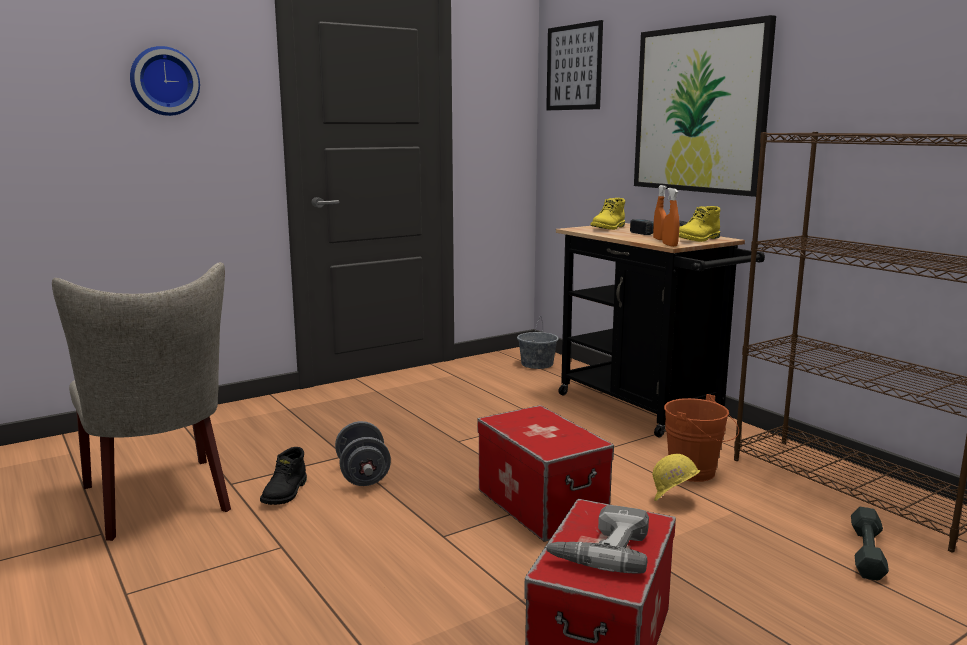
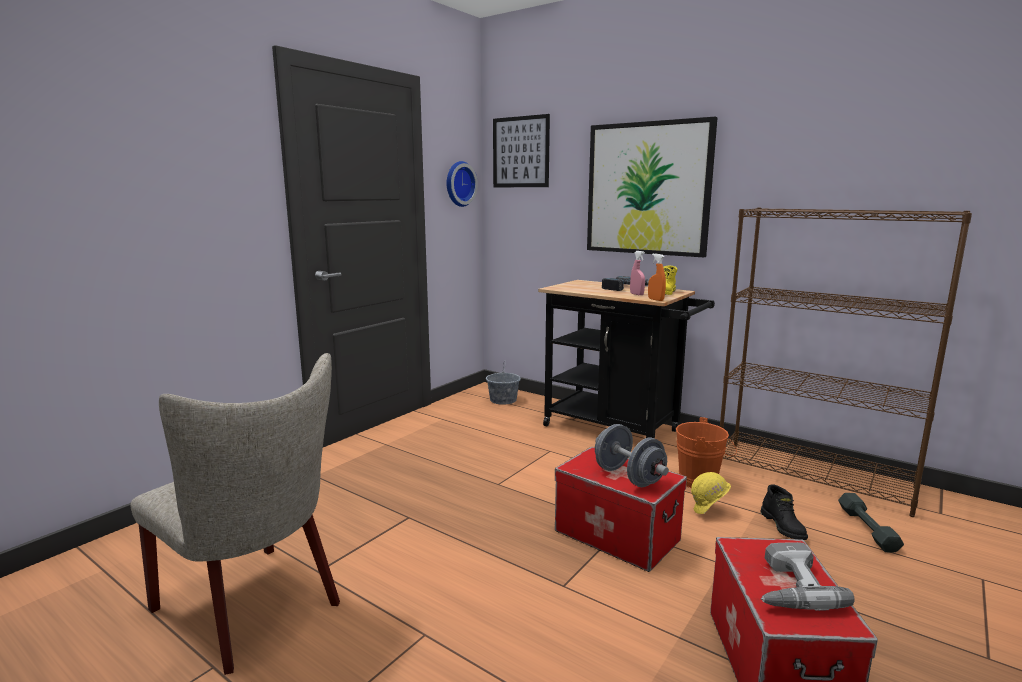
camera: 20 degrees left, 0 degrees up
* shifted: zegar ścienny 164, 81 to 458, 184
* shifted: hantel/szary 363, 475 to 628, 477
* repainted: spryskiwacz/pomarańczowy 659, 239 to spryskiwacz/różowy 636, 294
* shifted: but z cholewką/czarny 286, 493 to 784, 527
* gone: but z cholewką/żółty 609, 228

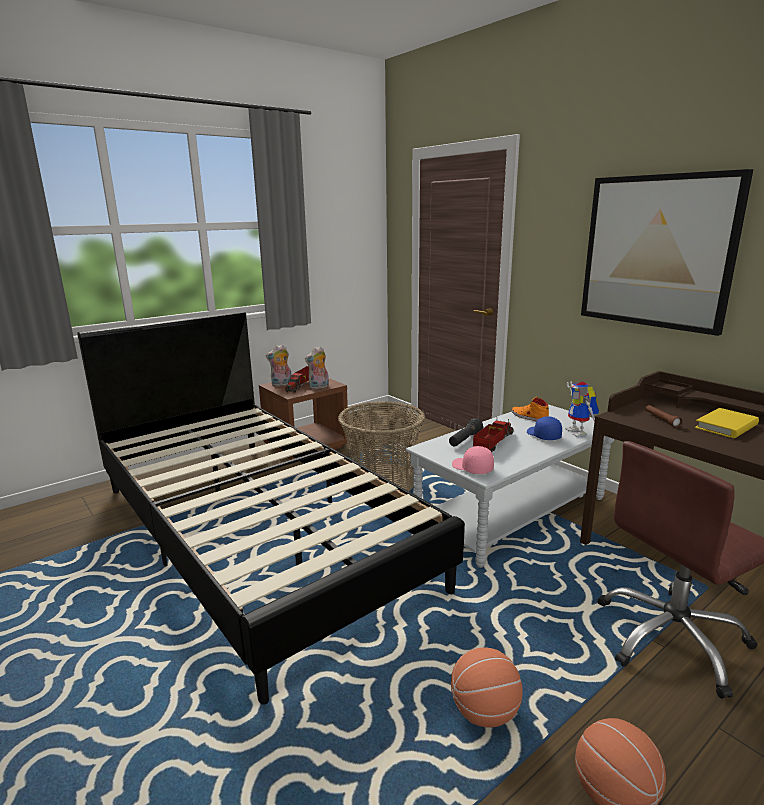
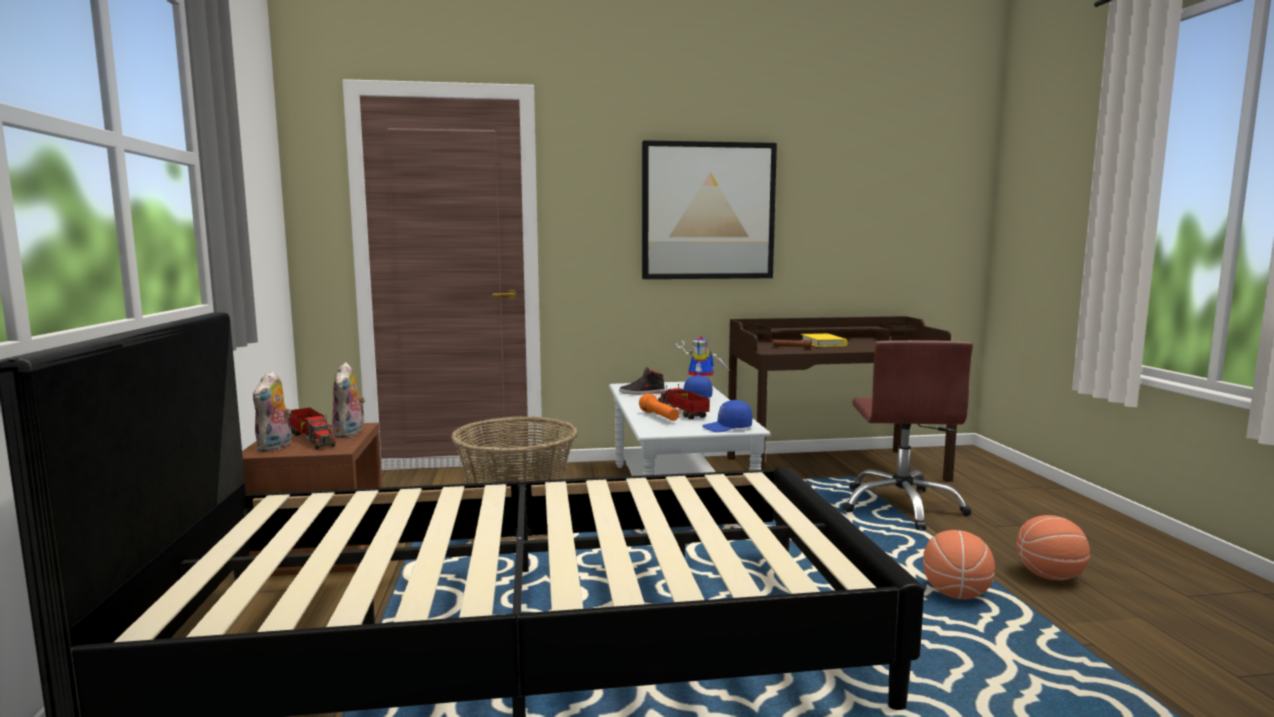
camera: 60 degrees left, 10 degrees down
* repainted: but/pomarańczowy 529, 417 to but/czarny 642, 393
* repainted: latarka/czarny 465, 440 to latarka/pomarańczowy 659, 417
* repainted: czapka z daszkiem/różowy 472, 468 to czapka z daszkiem/niebieski 727, 428

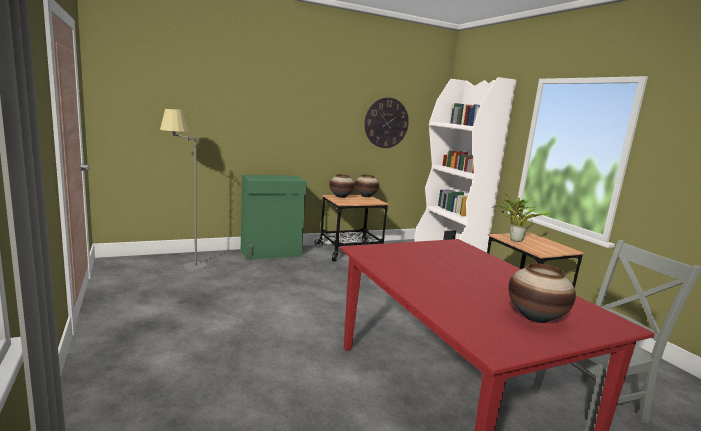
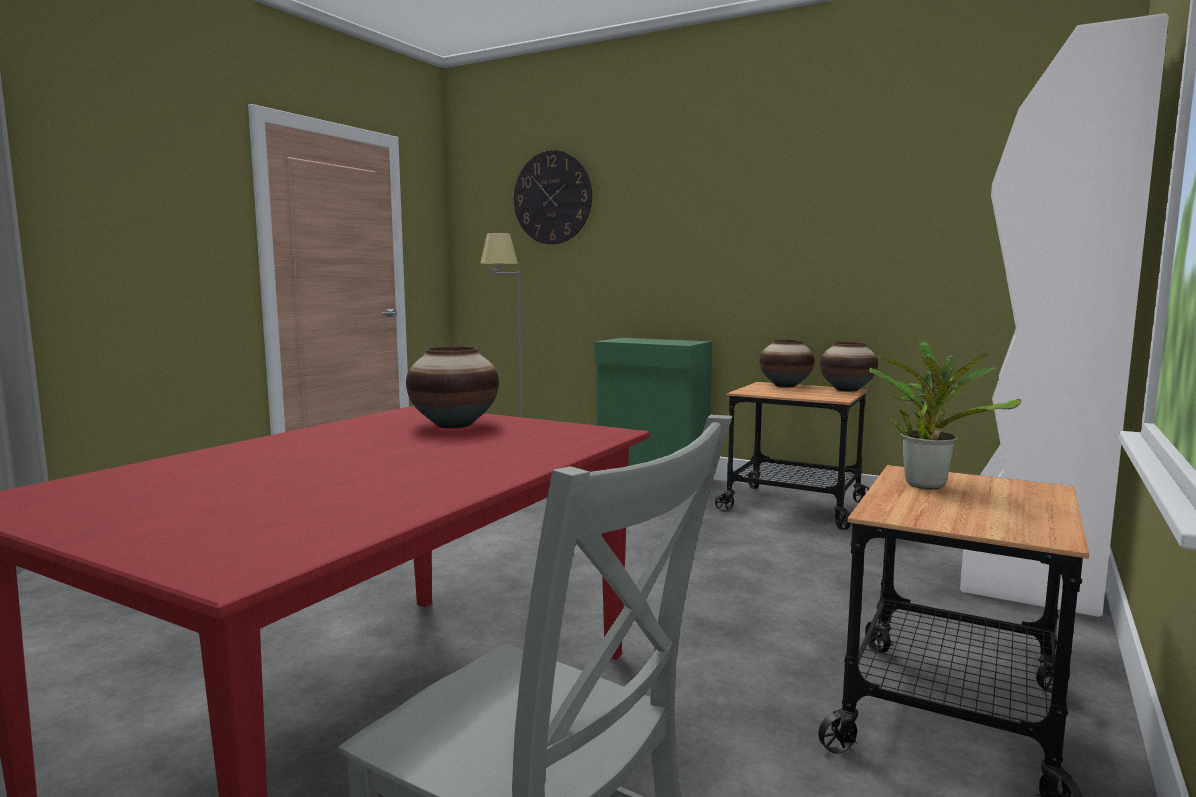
camera: 55 degrees right, 5 degrees down
* shifted: wazon 535, 317 to 454, 425
* shifted: zegar ścienny 386, 123 to 552, 198

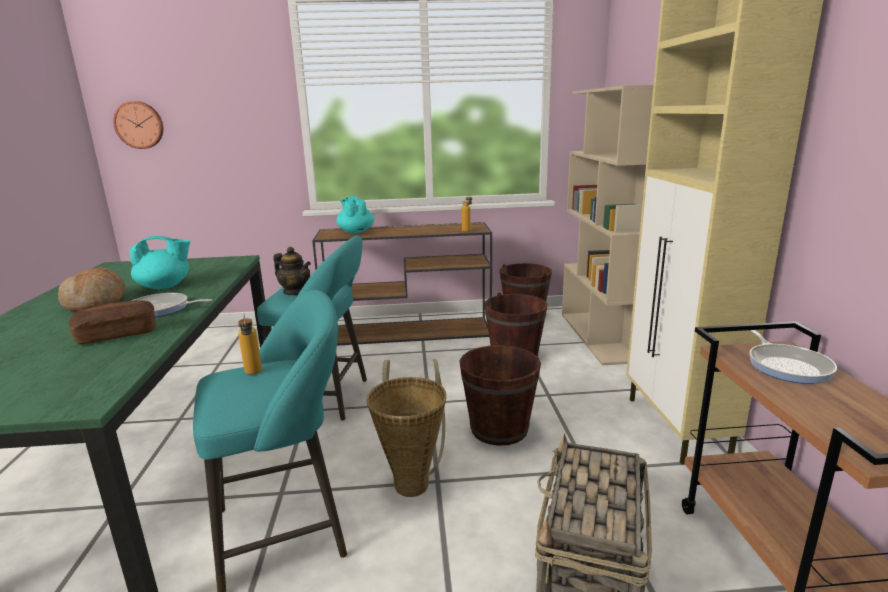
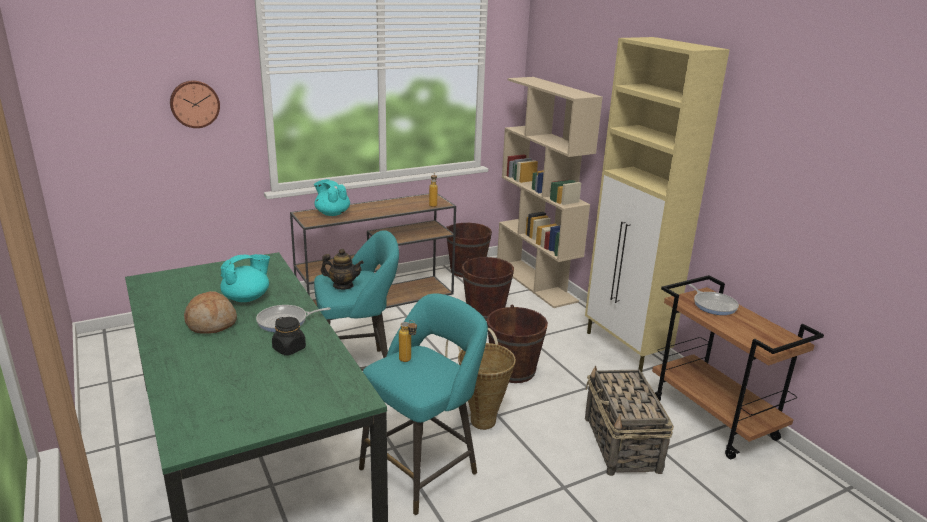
camera: 25 degrees left, 5 degrees up
* shifted: zegar ścienny 139, 125 to 194, 104
* swapped: chleb 117, 335 to słoik/czarny 289, 349

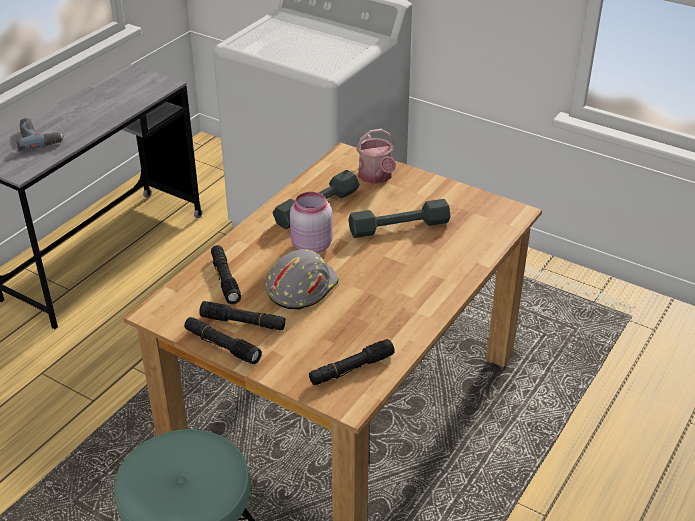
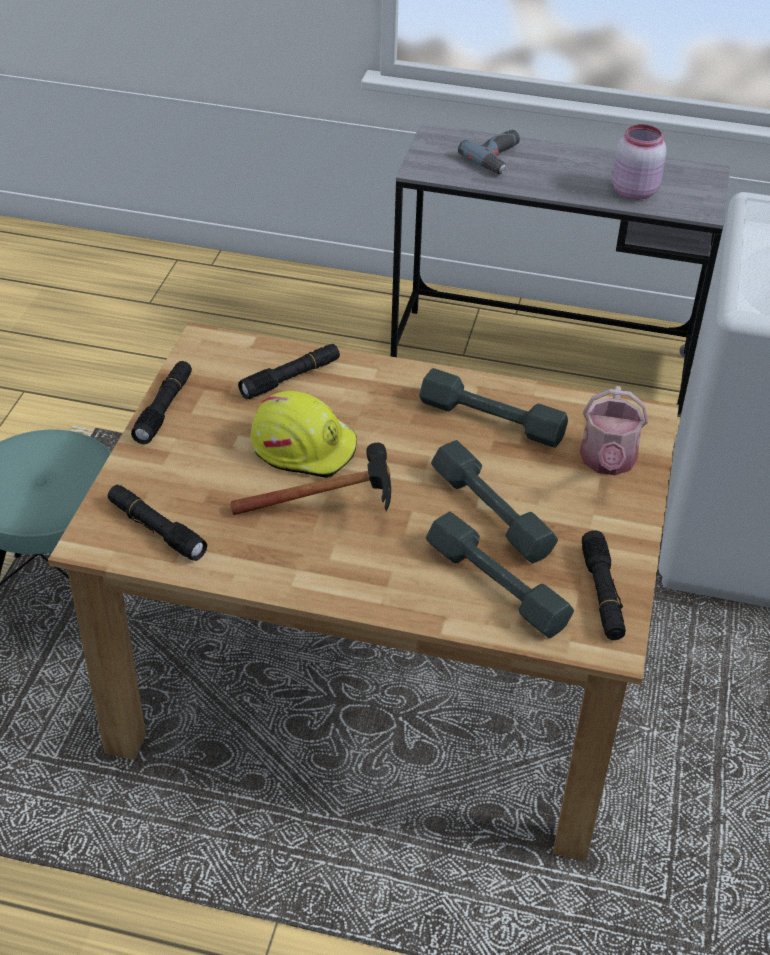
camera: 70 degrees right, 5 degrees up
* new: młotek 334, 507
* repainted: kask/szary 300, 287 to kask/żółty 304, 446
* new: hantel/szary 497, 585
* rotated: konewka 376, 177 = 607, 462 45 degrees counterclockwise
* shifted: latarka/czarny 243, 322 to 602, 593
* shifted: słoik/różowy 310, 246 to 633, 191

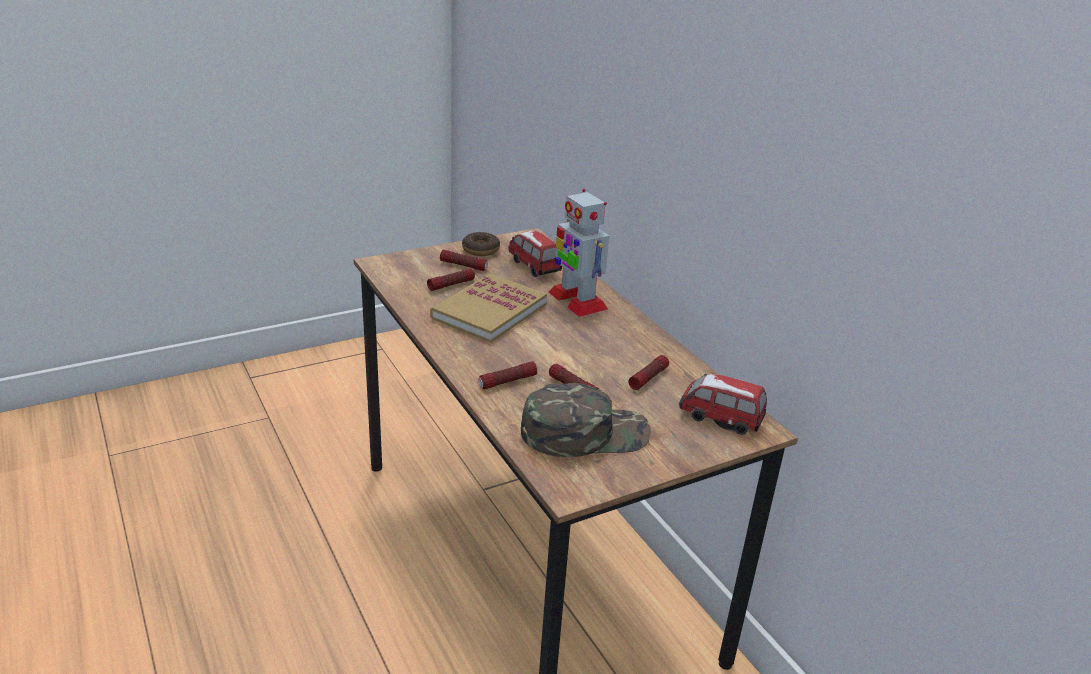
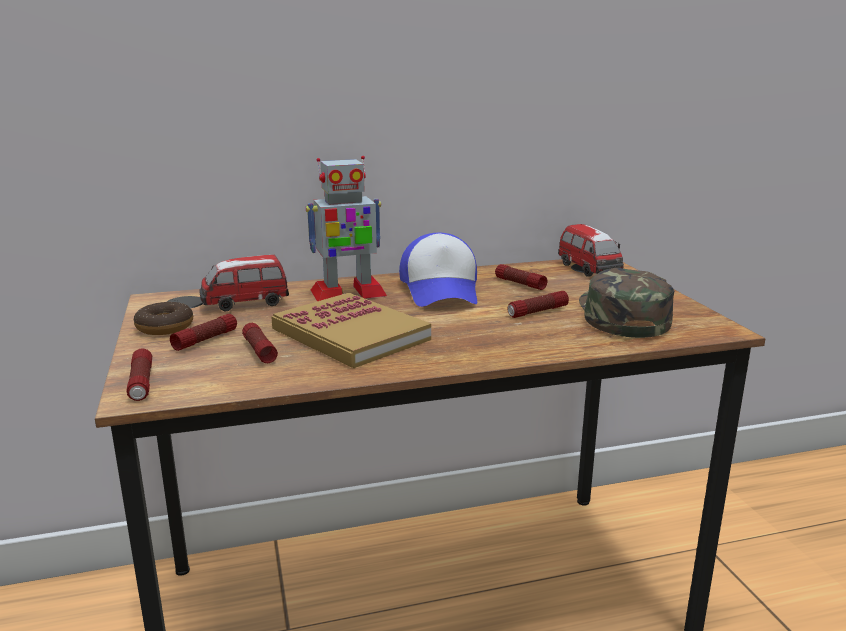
camera: 75 degrees left, 10 degrees down
* shifted: latarka 507, 382 to 141, 383
* new: czapka z daszkiem 441, 289
* rotated: samochodzik 719, 419 = 589, 270 60 degrees counterclockwise

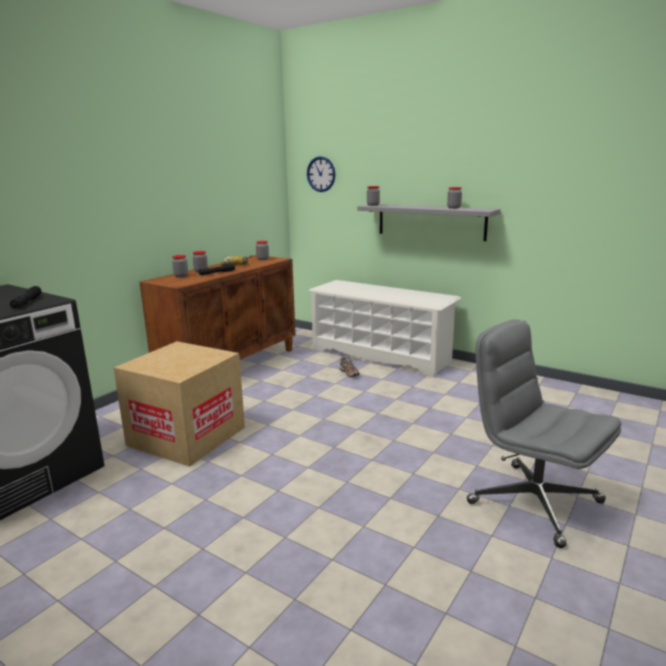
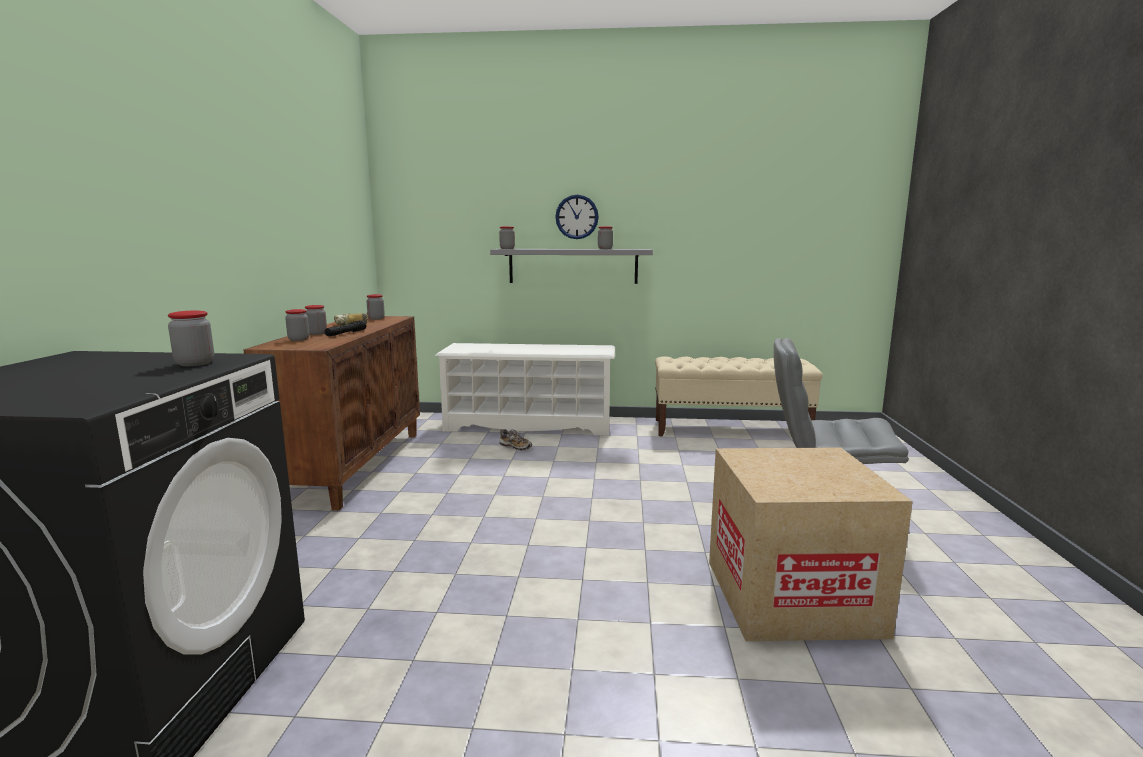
camera: 30 degrees left, 5 degrees down
* swapped: latarka/czarny 27, 303 to słoik 195, 363
* shifted: zegar ścienny 321, 174 to 577, 217
* new: ławka/beżowy 730, 429
* shifted: karton 187, 436 to 791, 597

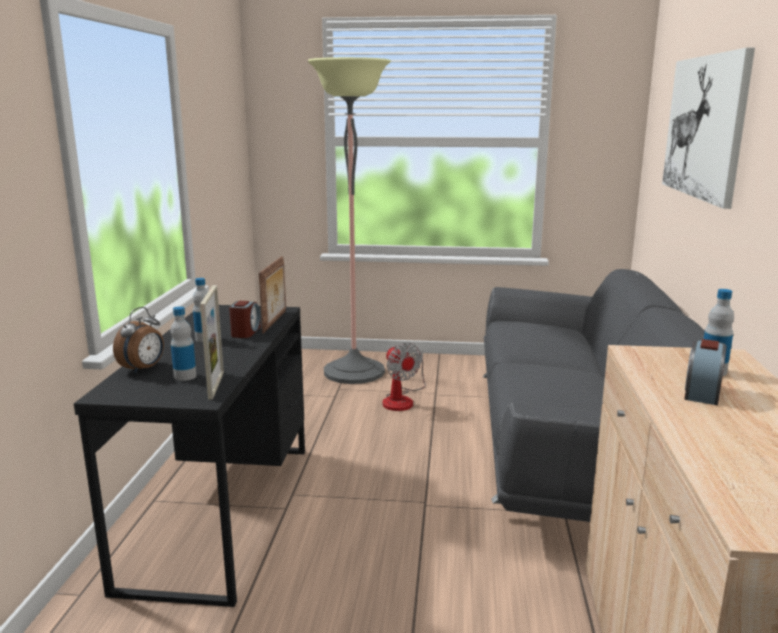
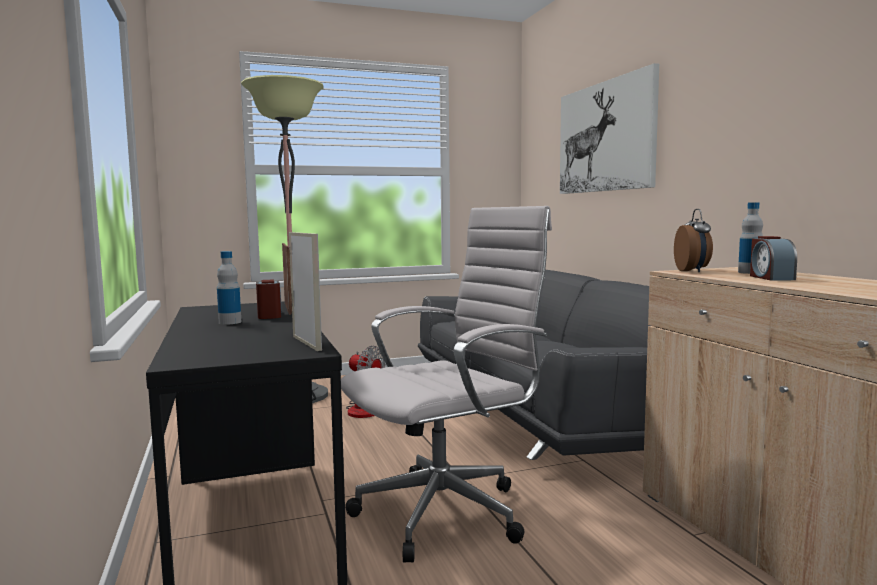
camera: 25 degrees left, 10 degrees down
* new: krzesło biurowe/biały 448, 511
* shifted: budzik 143, 369 to 693, 271
* gone: butelka 185, 376

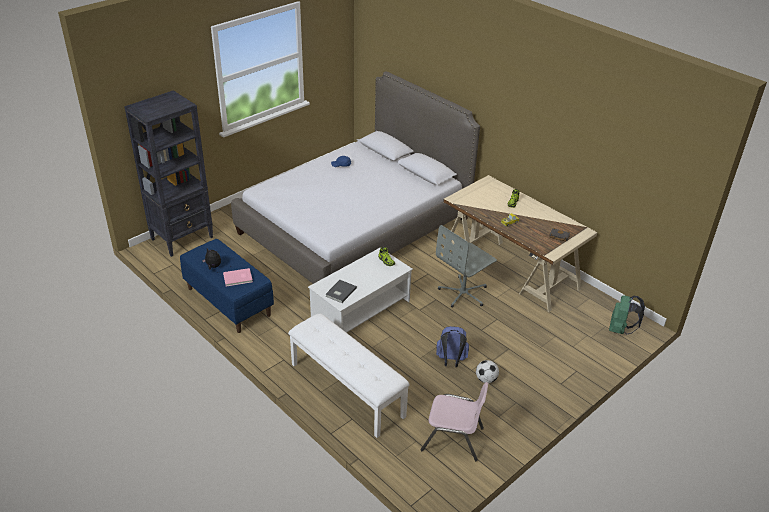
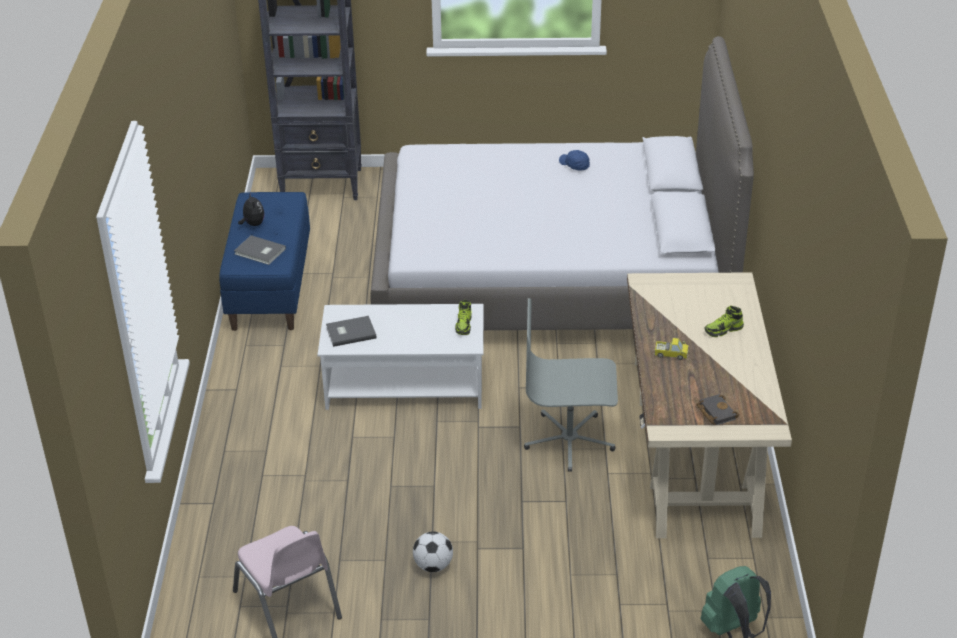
camera: 45 degrees right, 0 degrees up
* repainted: książka/różowy 238, 278 to książka/szary 260, 252
* gone: ławka/biały 346, 390
* gone: plecak/niebieski 451, 361

